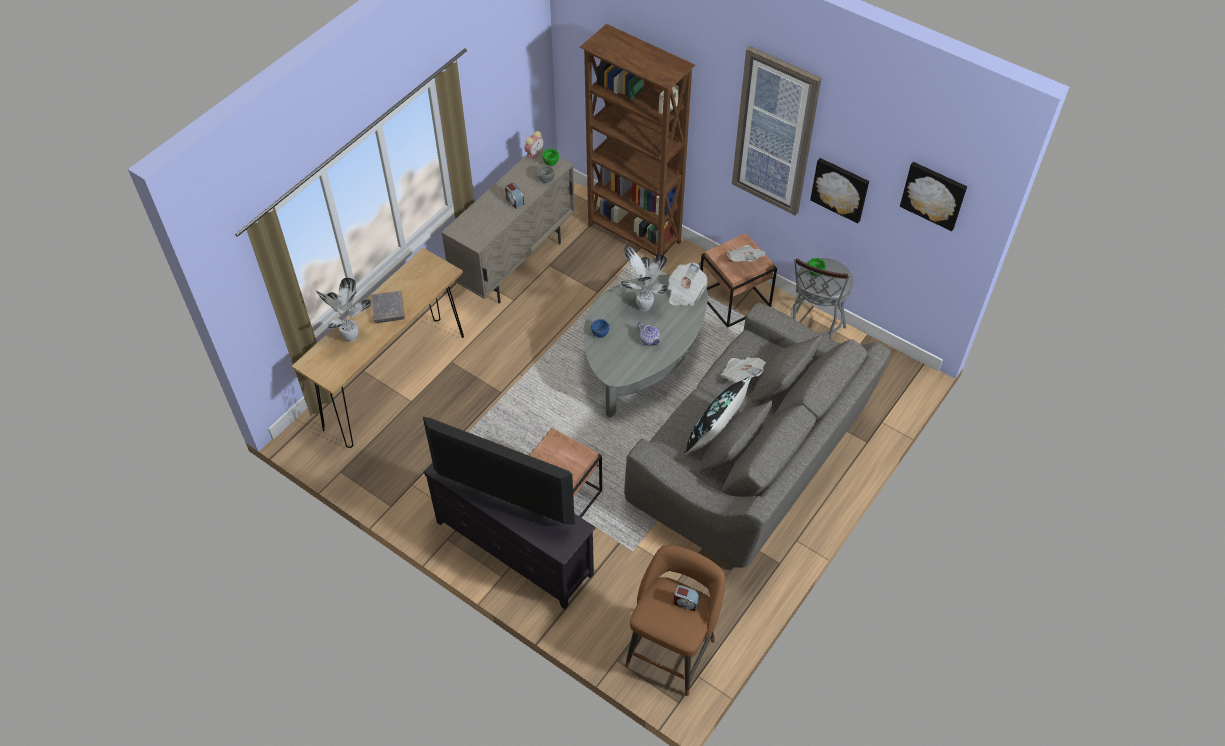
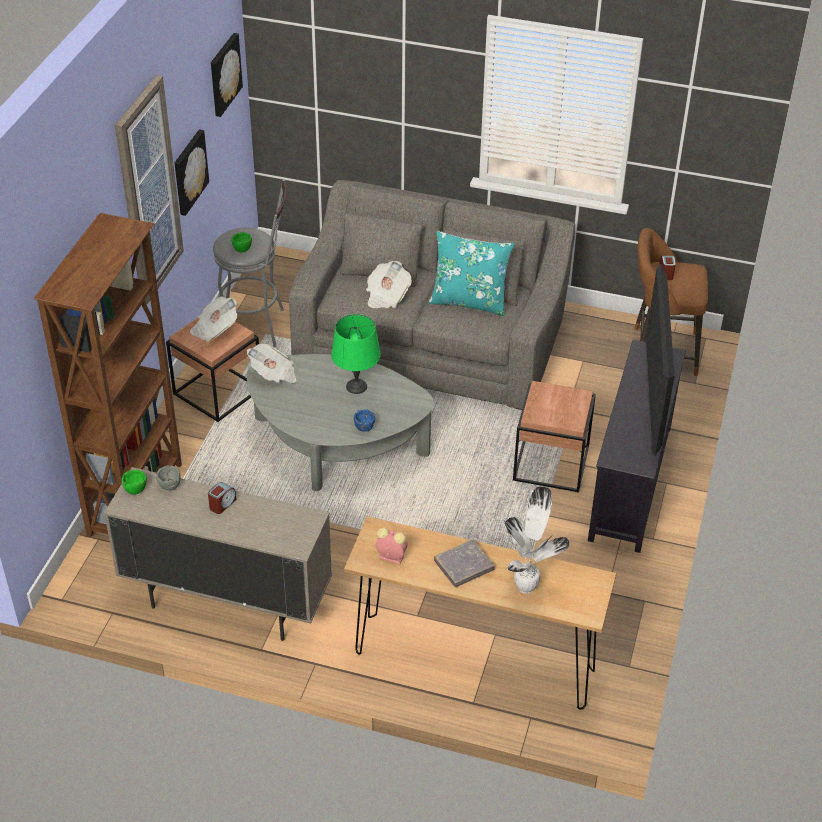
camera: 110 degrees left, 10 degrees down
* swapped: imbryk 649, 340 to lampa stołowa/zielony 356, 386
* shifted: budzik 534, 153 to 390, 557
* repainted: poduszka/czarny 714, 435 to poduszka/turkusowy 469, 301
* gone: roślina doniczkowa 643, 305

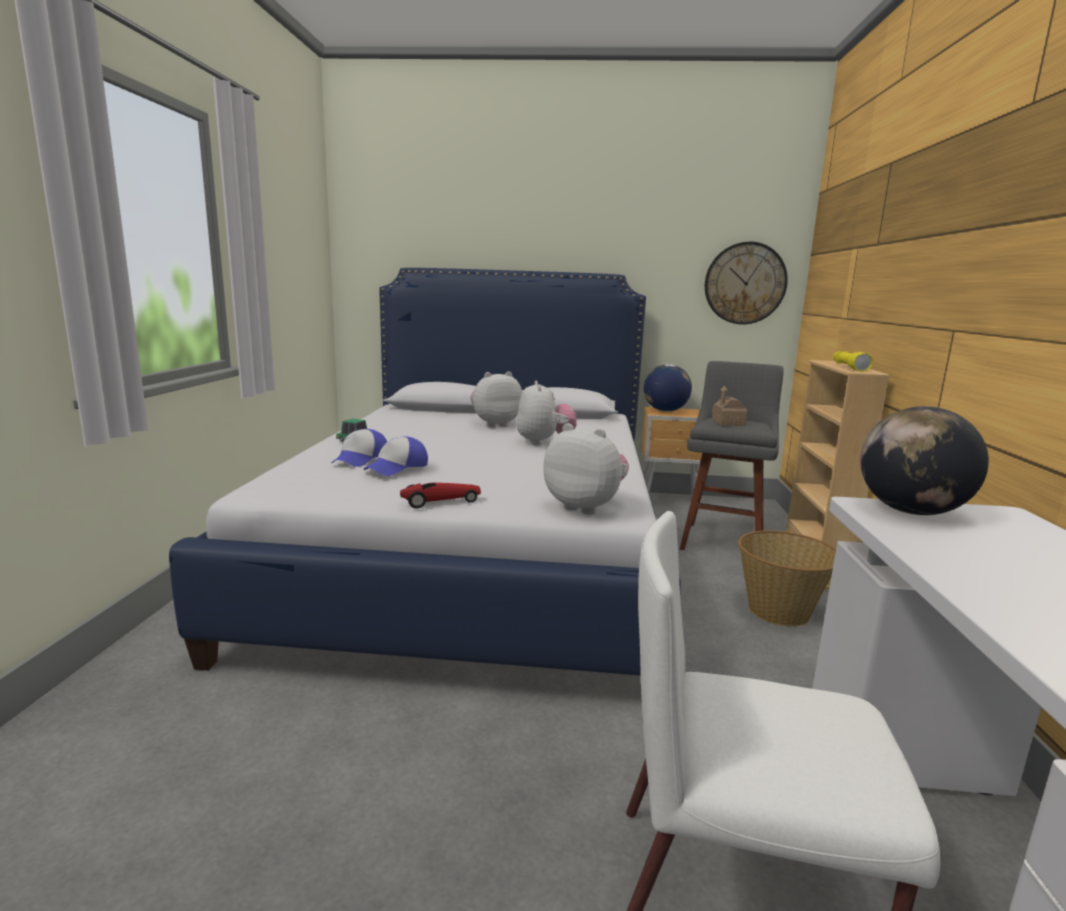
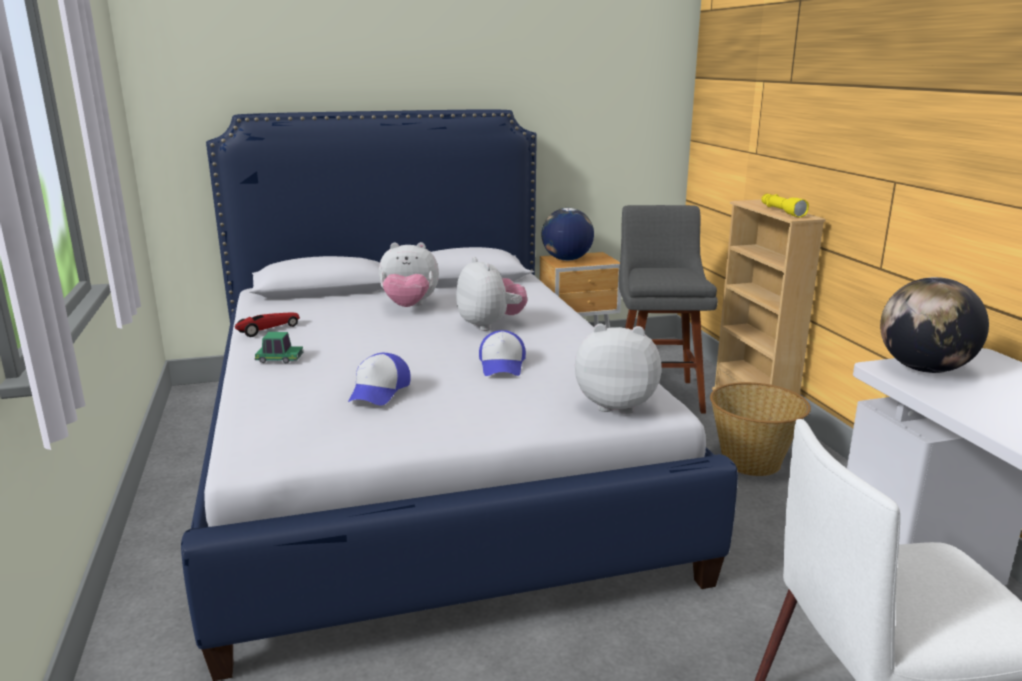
camera: 20 degrees left, 5 degrees up
* shifted: samochodzik 440, 502 to 268, 330
* rotated: pluszak 494, 424 = 409, 307 135 degrees counterclockwise
* shifted: czapka z daszkiem 361, 459 to 502, 365
* gone: zegar ścienny 745, 283
* gone: domek 728, 423

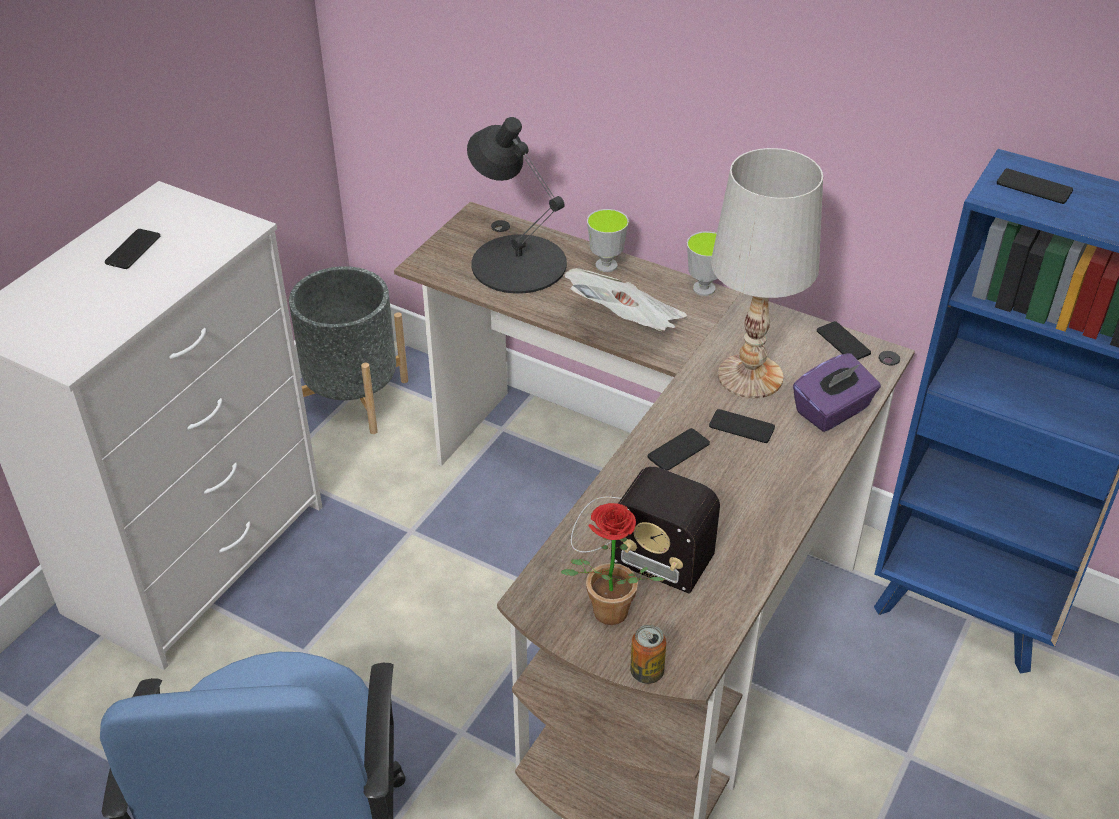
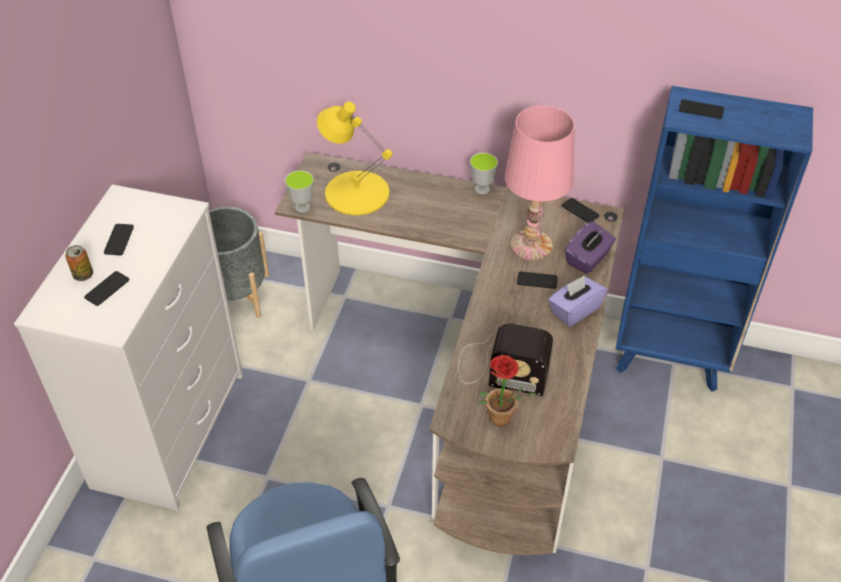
camera: 15 degrees left, 5 degrees up
* shifted: puszka 646, 672 to 83, 275
* shifted: telefon 678, 450 to 107, 289
* shifted: filiżanka 606, 265 to 302, 207
* repainted: lampa stołowa/czarny 518, 263 to lampa stołowa/żółty 356, 192
* repainted: lampa stołowa/biały 749, 376 to lampa stołowa/różowy 530, 245
* new: pudełko chusteczek/fioletowy 574, 310
* gone: gazeta 626, 325

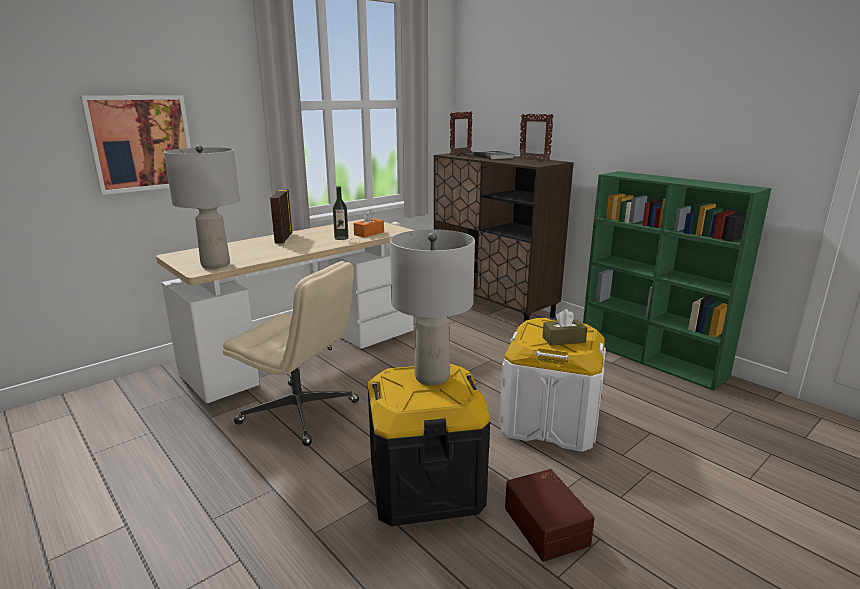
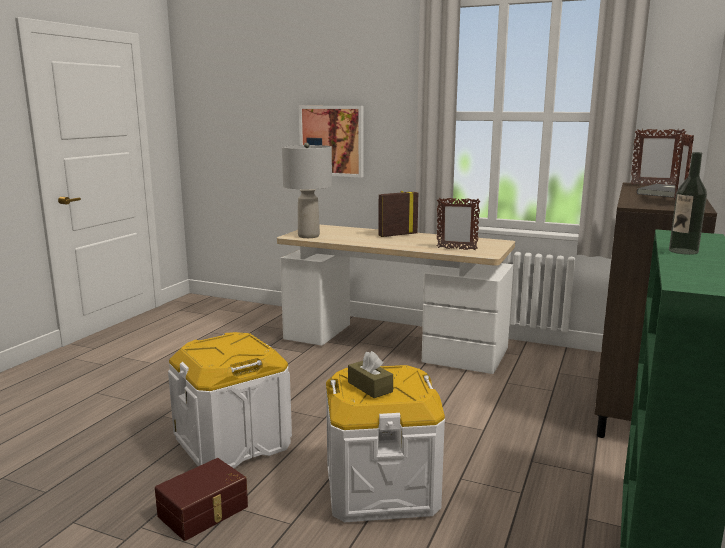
camera: 65 degrees right, 5 degrees down
* repainted: pojemnik do przechowywania/czarny 425, 485 to pojemnik do przechowywania/biały 233, 442
* swapped: pudełko chusteczek/pomarańczowy 369, 233 to ramka na zdjęcie 456, 249
* shifted: butelka 341, 238 to 683, 251
* gone: krzesło biurowe/beżowy 300, 413
* gone: lampa stołowa/szary 431, 377

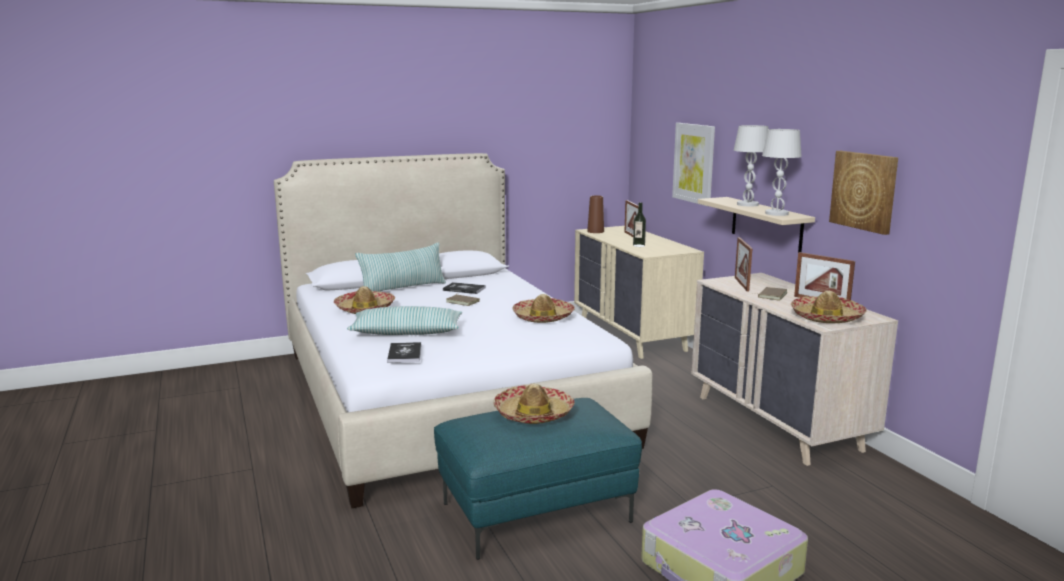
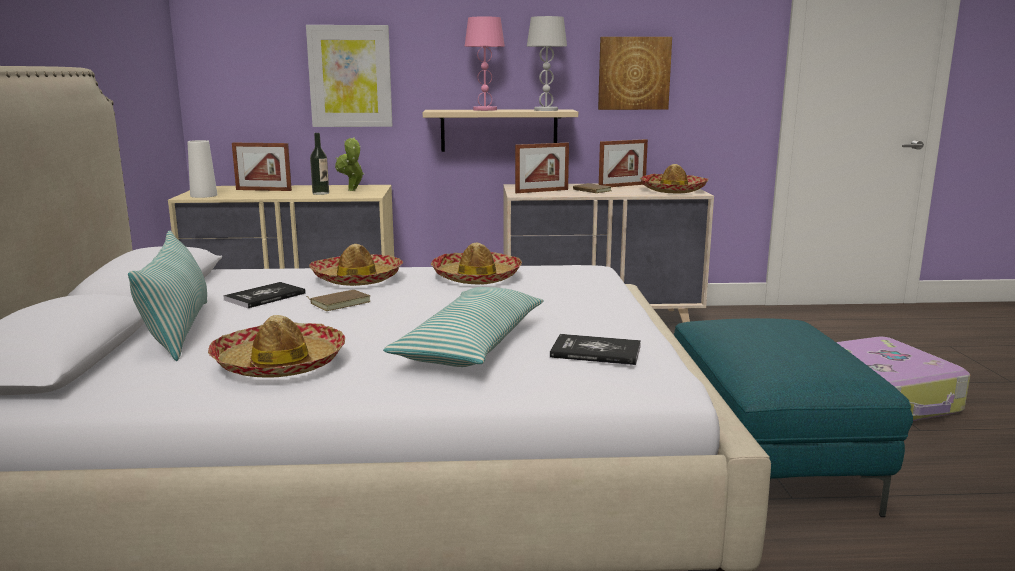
camera: 70 degrees left, 0 degrees up
* repainted: wazon/brązowy 595, 231 to wazon/biały 204, 195
* shifted: kapelusz 534, 414 to 357, 279
* new: roślina doniczkowa 352, 190
* repainted: lampa stołowa/biały 748, 204 to lampa stołowa/różowy 485, 110
* rotated: ramka na zdjęcie 741, 284 = 541, 191 45 degrees counterclockwise

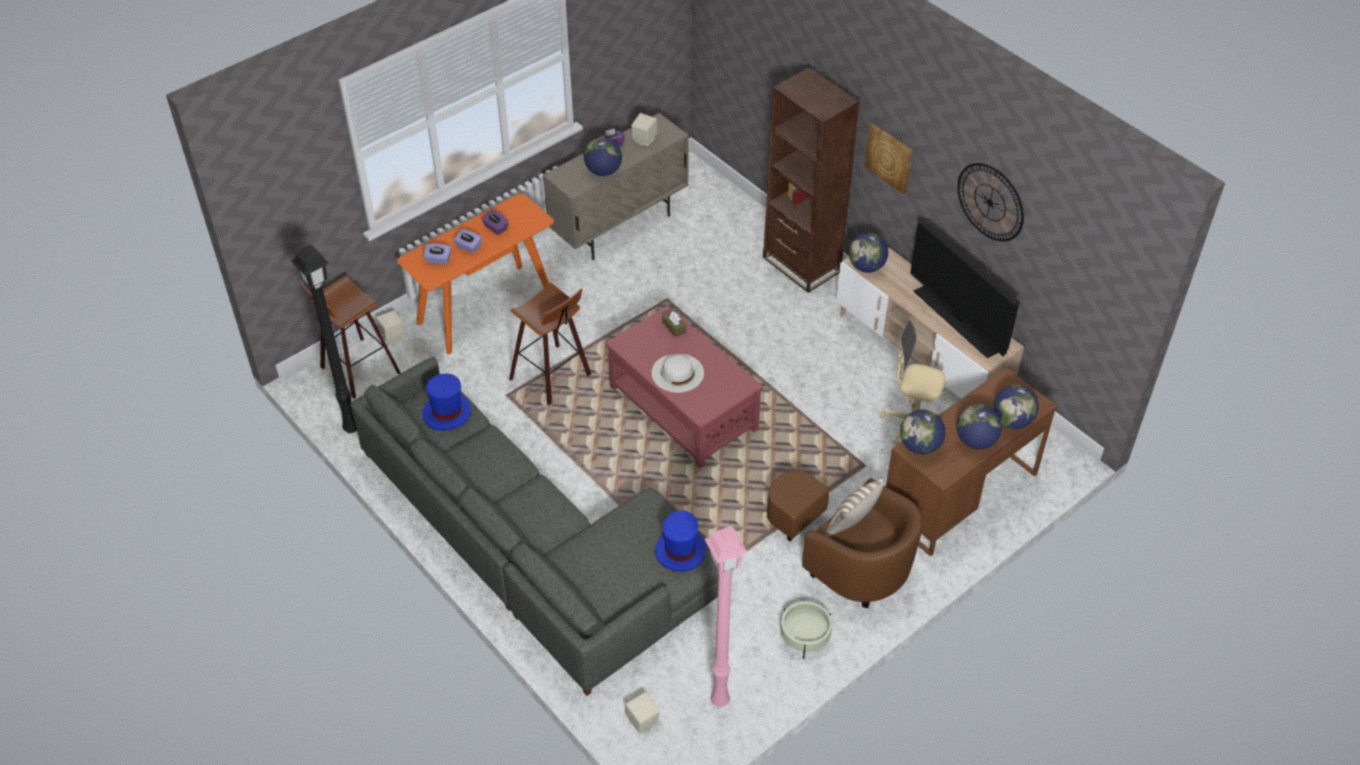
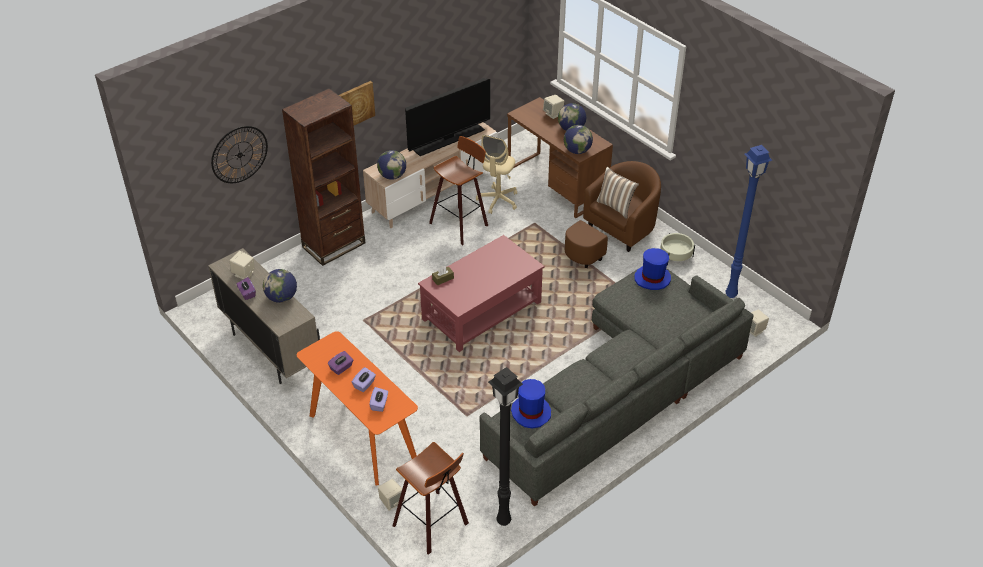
camera: 90 degrees left, 5 degrees down
* shifted: zegar ścienny 990, 202 to 239, 154
* shifted: stołek 553, 377 to 460, 224
* swapped: globus 1012, 421 to głośnik/beżowy 553, 114
* repainted: lampa stojąca/różowy 719, 702 to lampa stojąca/niebieski 732, 295
* gone: kapelusz/biały 677, 373

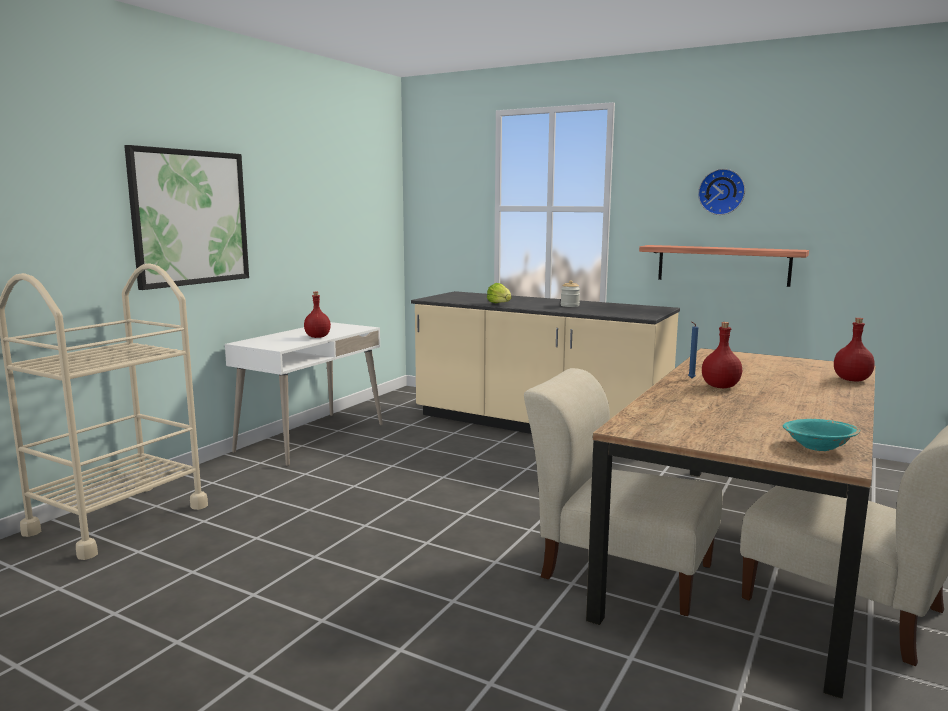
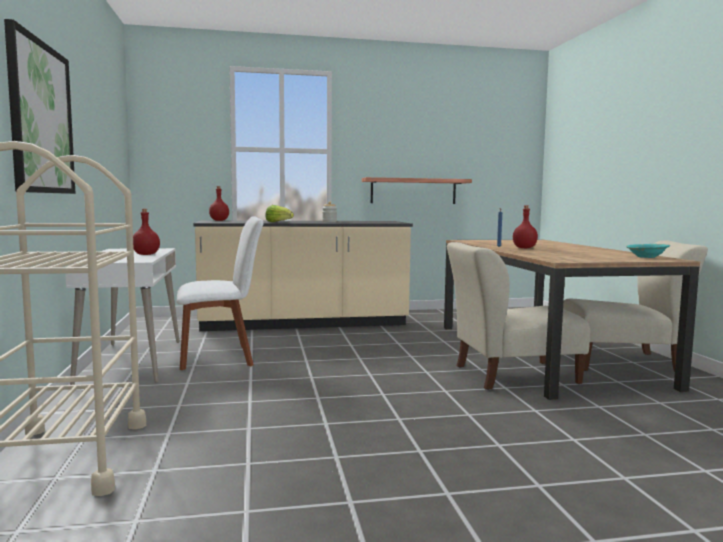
camera: 40 degrees left, 5 degrees down
* new: krzesło/biały 221, 357
* shifted: butelka/czerwony 851, 380 to 219, 220
* gone: zegar ścienny 722, 192

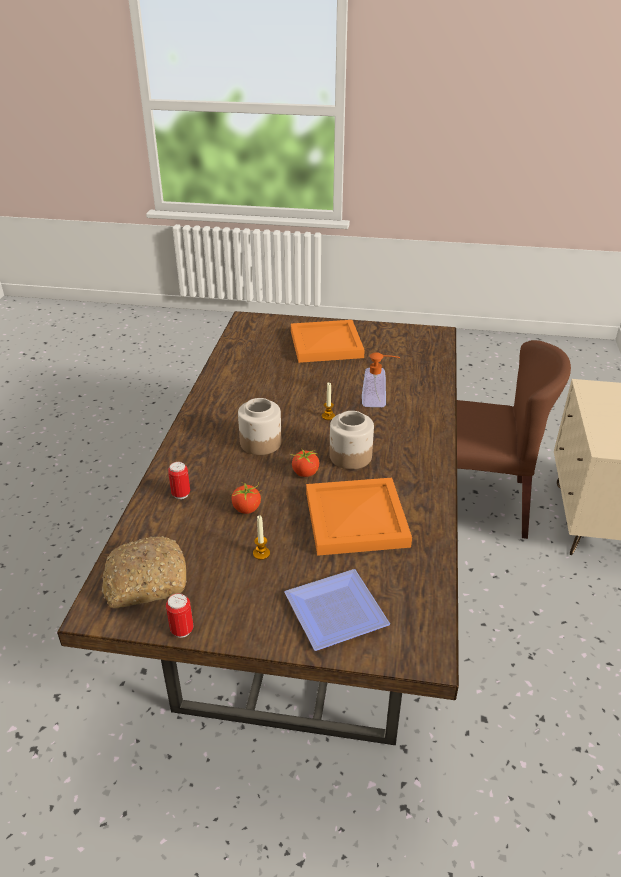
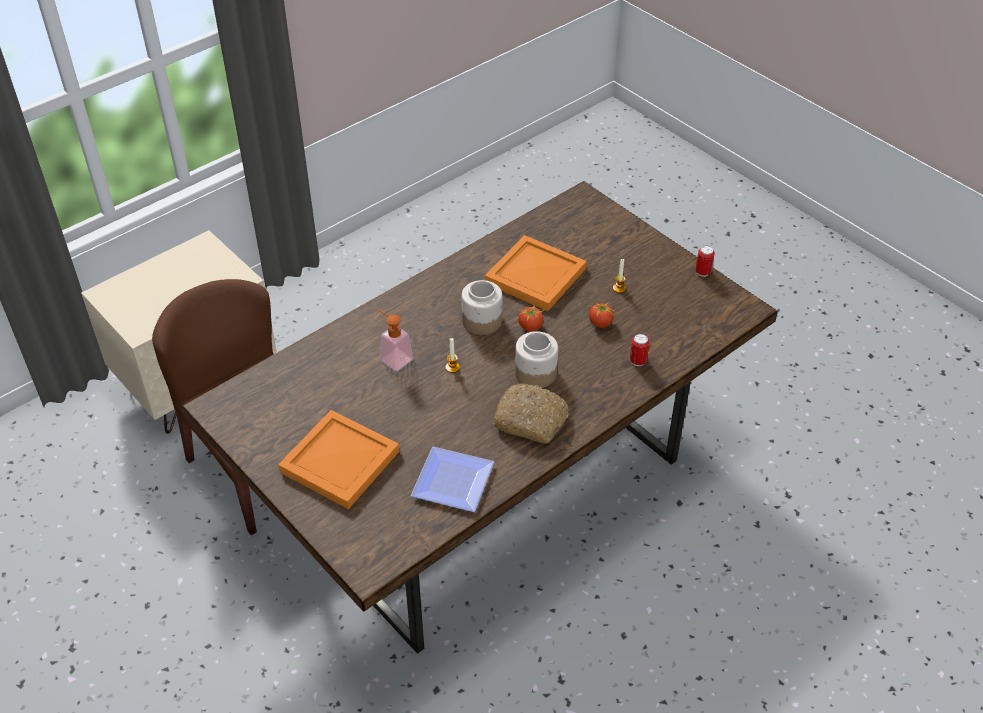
camera: 140 degrees left, 10 degrees up
* shifted: talerz 334, 614 to 456, 480
* shifted: chleb 145, 581 to 531, 420

